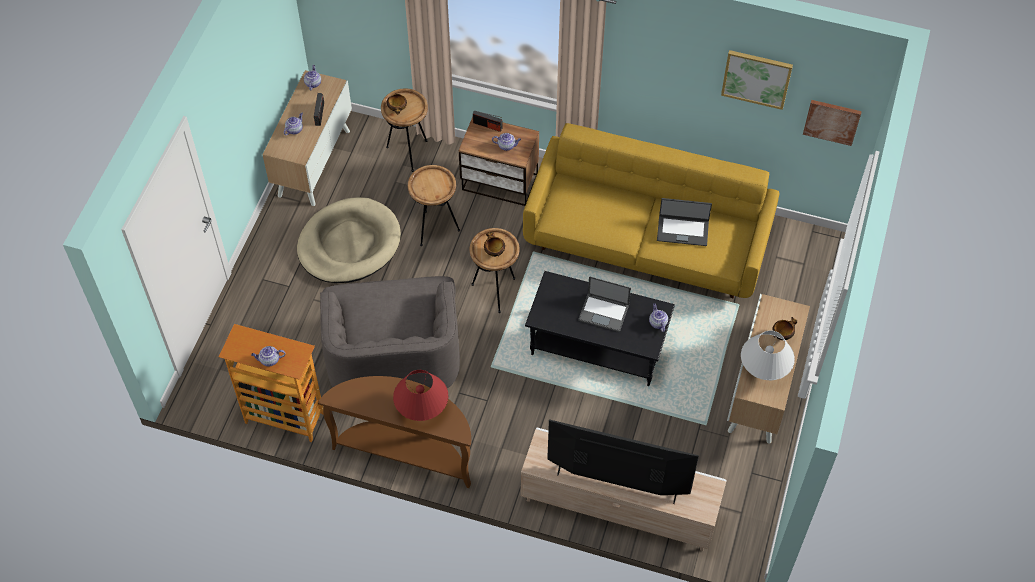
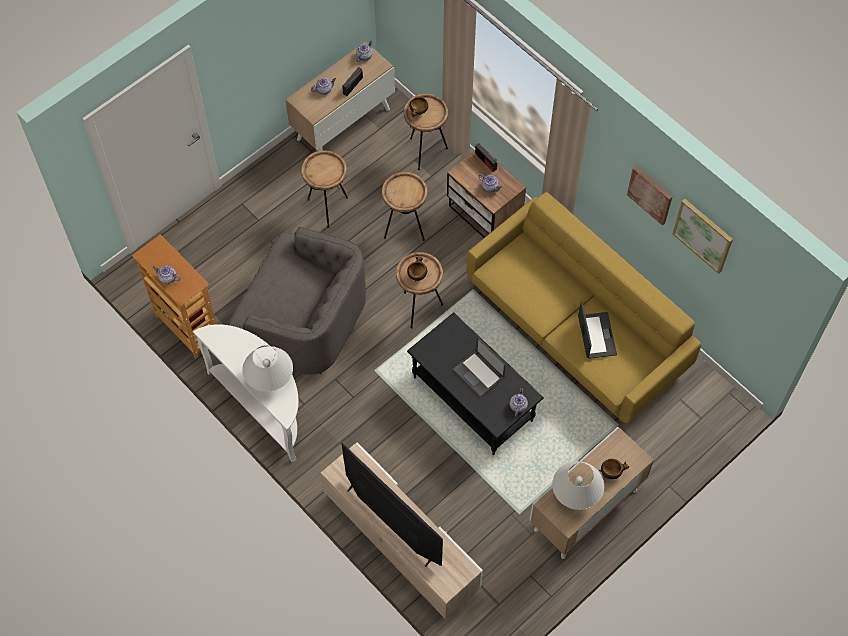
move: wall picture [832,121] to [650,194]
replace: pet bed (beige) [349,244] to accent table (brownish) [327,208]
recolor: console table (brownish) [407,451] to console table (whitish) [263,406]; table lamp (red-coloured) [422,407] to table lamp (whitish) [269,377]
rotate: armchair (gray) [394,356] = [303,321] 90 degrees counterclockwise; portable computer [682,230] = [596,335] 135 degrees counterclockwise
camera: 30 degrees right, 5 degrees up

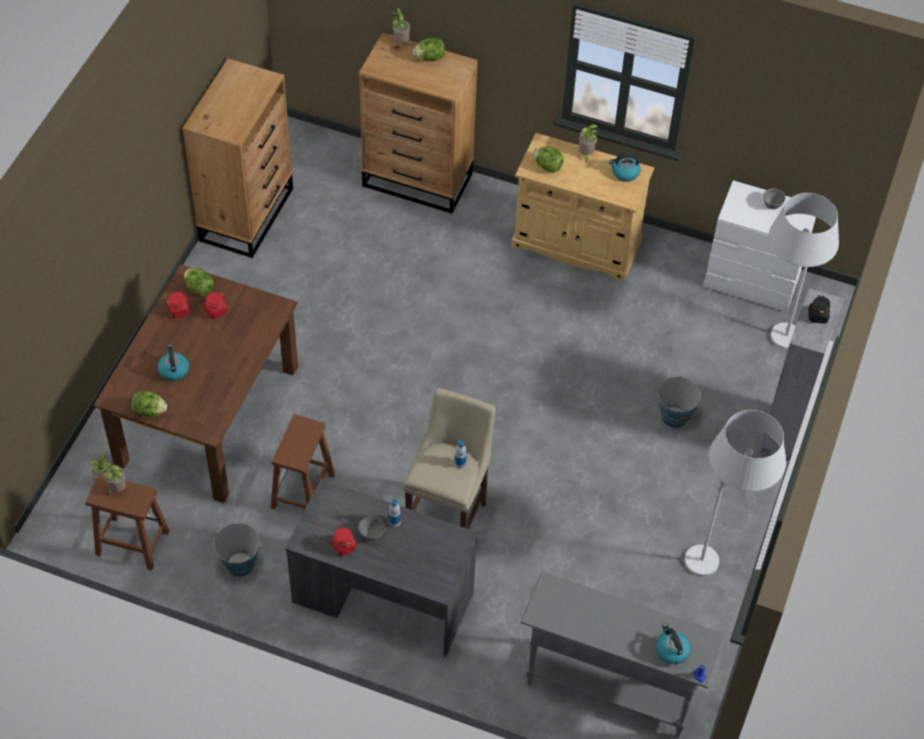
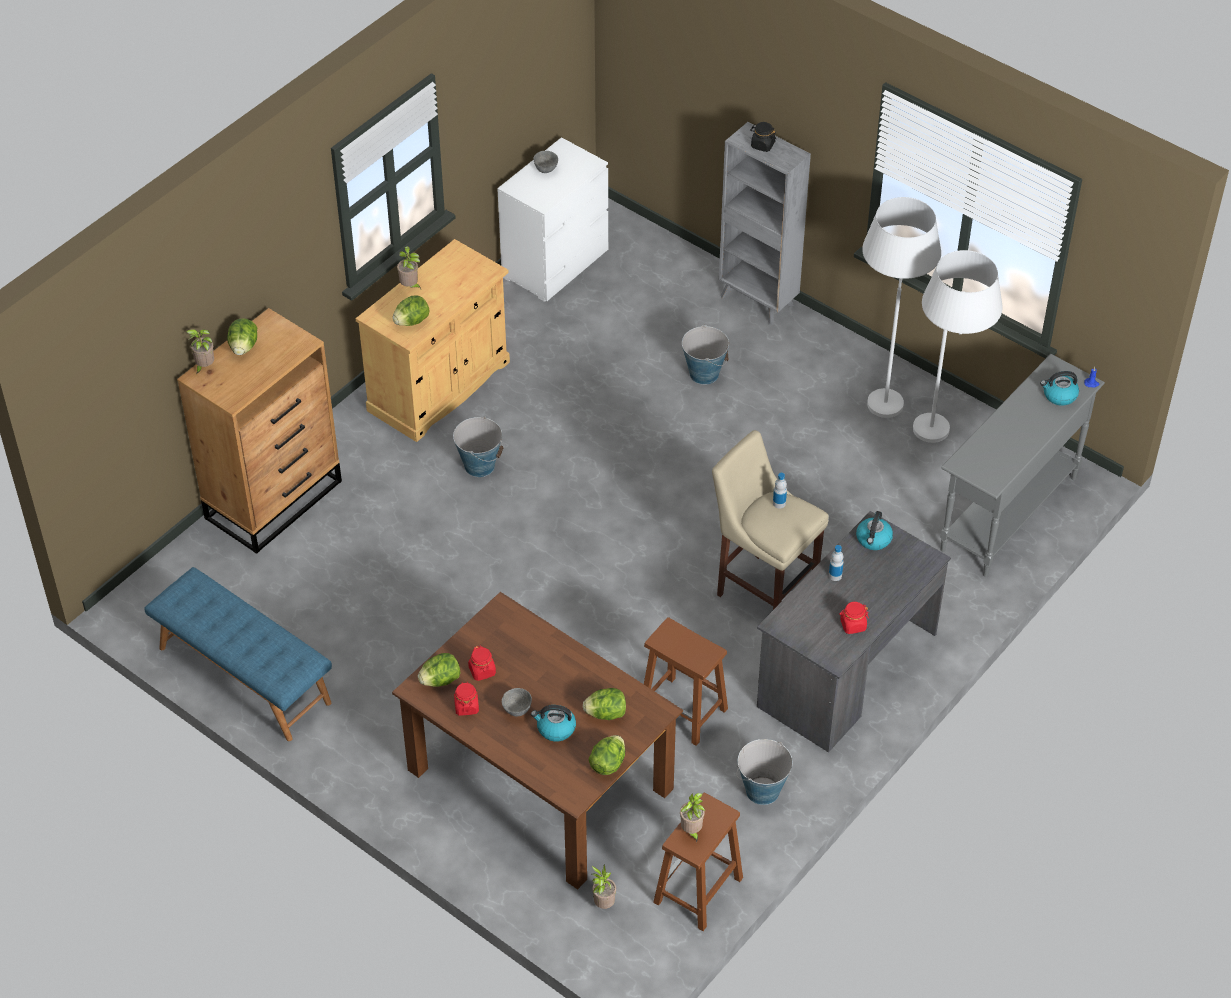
insert: bucket [479,465]; lettuce head [606,713]
move: deep dish (gray) [372,535] to [517,711]; kettle [624,173] to [873,540]; standing lamp (whitish) [774,346] to [941,443]
replace: drawer chest (brownish) [247,214] to long seat (blue) [243,676]
camera: 70 degrees left, 5 degrees down

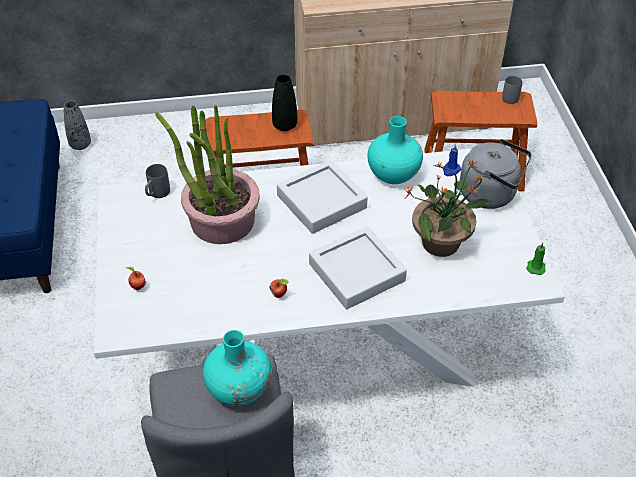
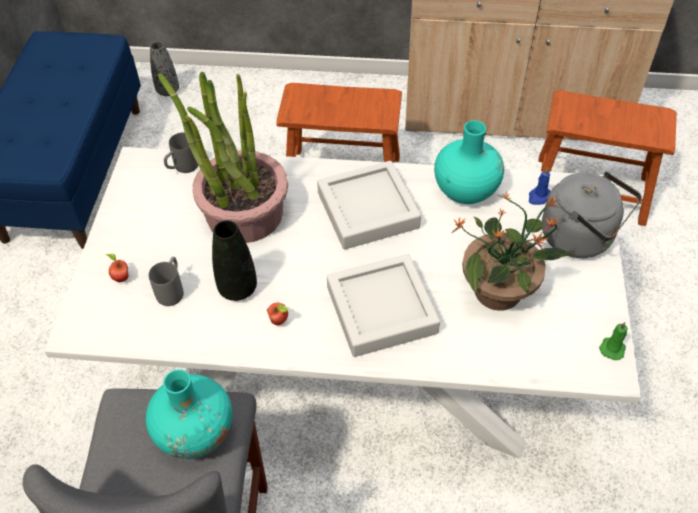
move: flower vase (black) [285,126] to [238,288]; mug (gray) [509,96] to [172,289]
camera: 15 degrees right, 5 degrees up

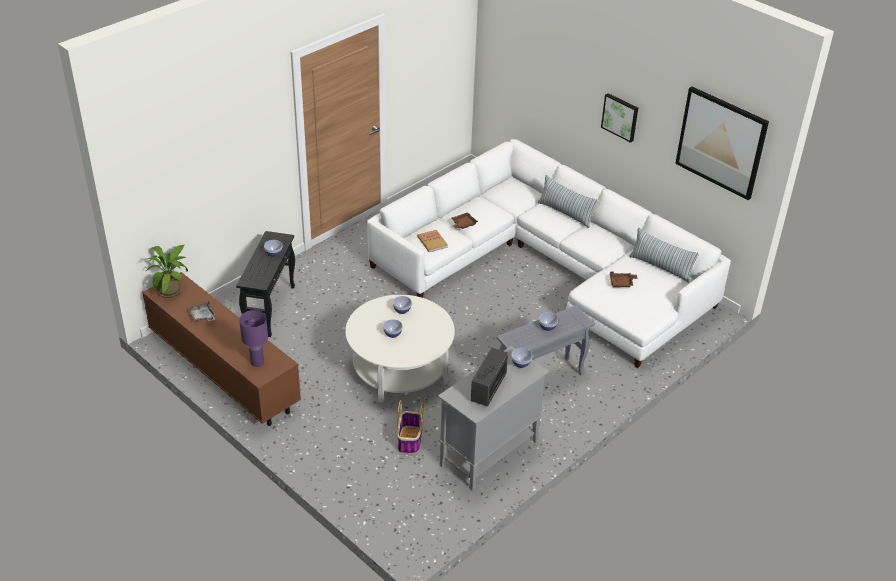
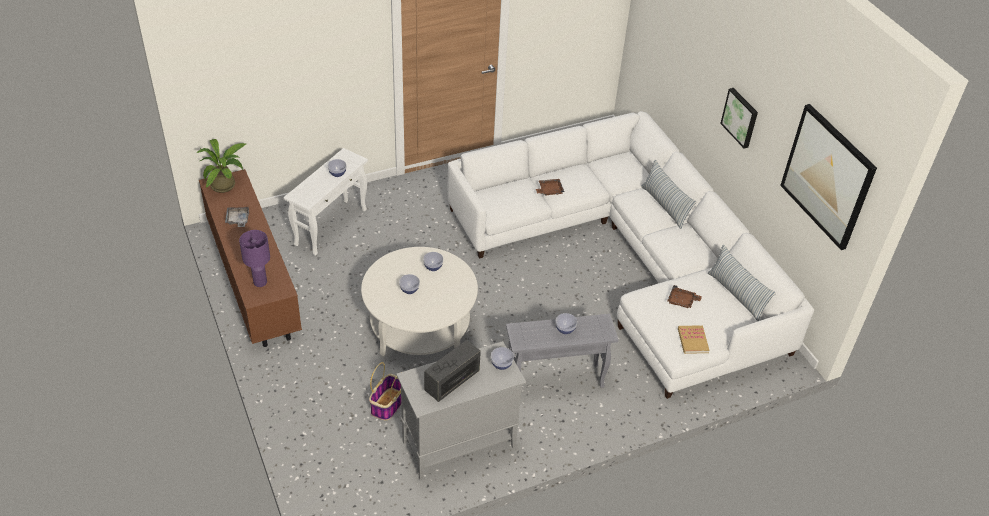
move: volume [432,242] to [692,340]
recolor: accent table (black) [270,309] to accent table (whitish) [331,227]
camera: 20 degrees right, 5 degrees up

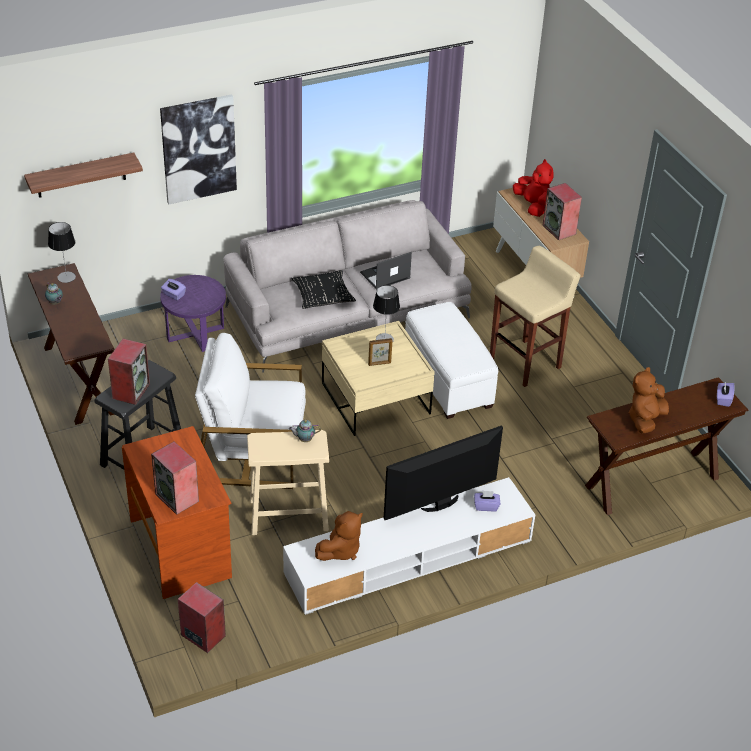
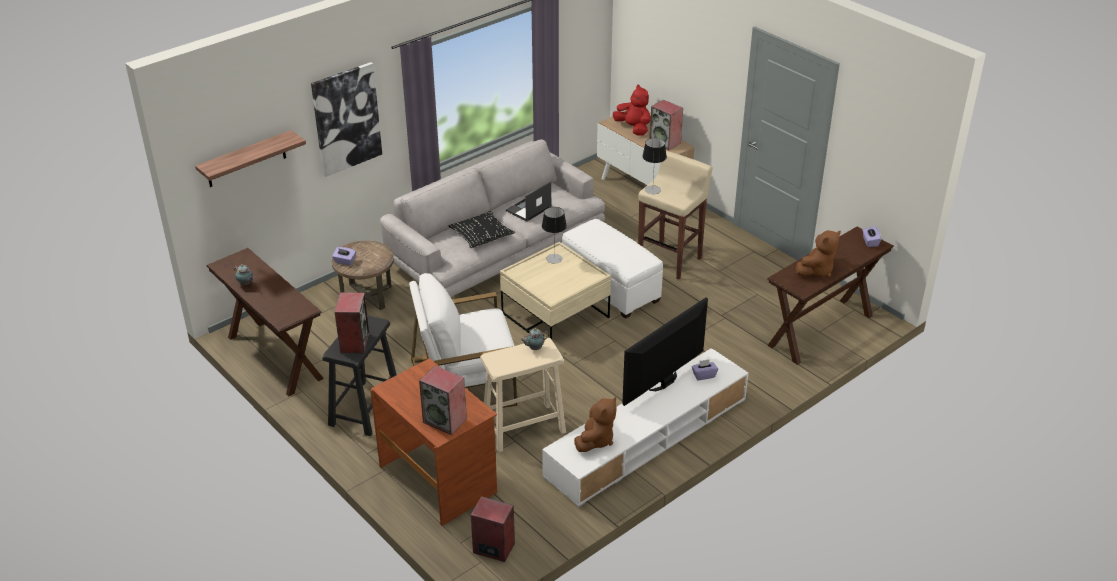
delete: photo frame [379,364]
move: table lamp [66,277] to [652,190]
recolor: accent table (purple) [195,333] to accent table (brownish) [367,296]
rotate: cuddly toy (brownish) [645,420] = [816,270] 150 degrees counterclockwise
camera: 15 degrees left, 5 degrees down

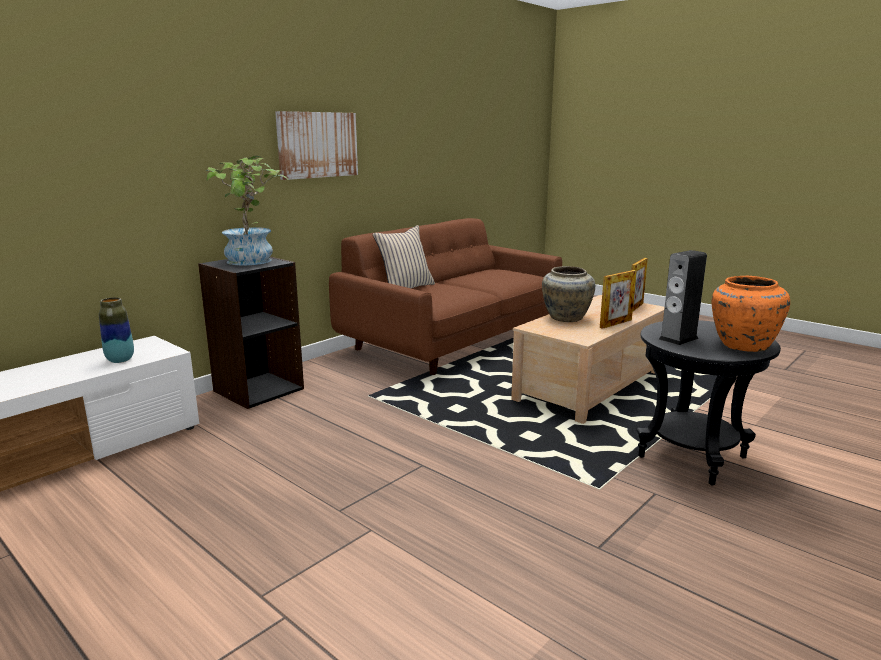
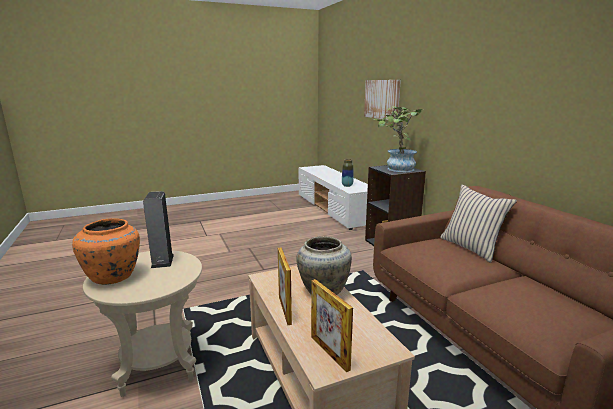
move: wall picture [317,145] to [382,99]
recolor: accent table (black) [692,457] to accent table (beige) [158,366]
camera: 115 degrees right, 0 degrees up

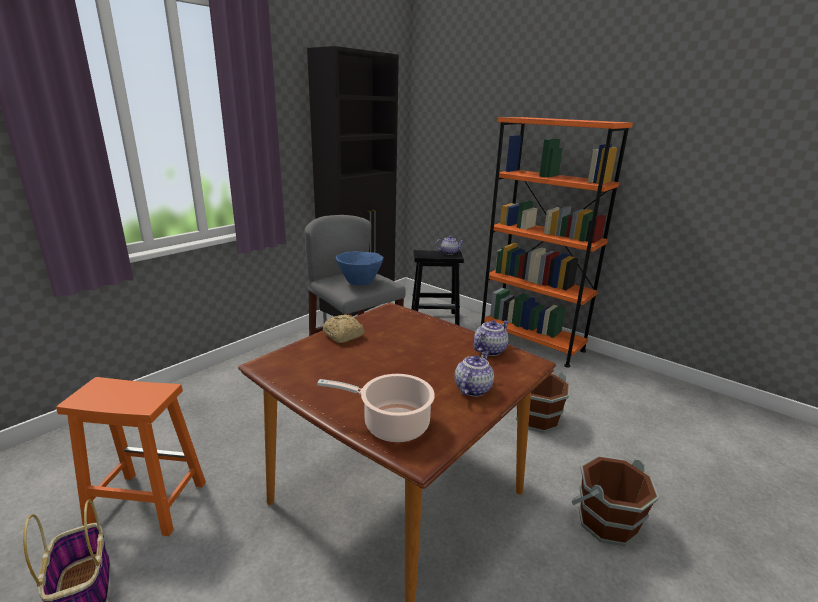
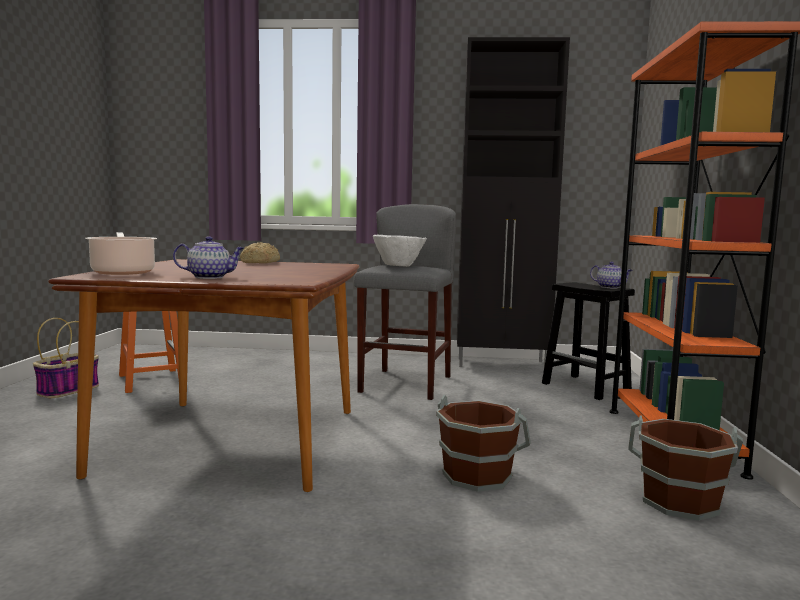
delete: pot for tea [490,350]
move: bucket (brownish) [606,521] to [678,501]
recolor: deep dish (blue) [359,282] to deep dish (whitish) [399,266]
camera: 55 degrees right, 15 degrees down

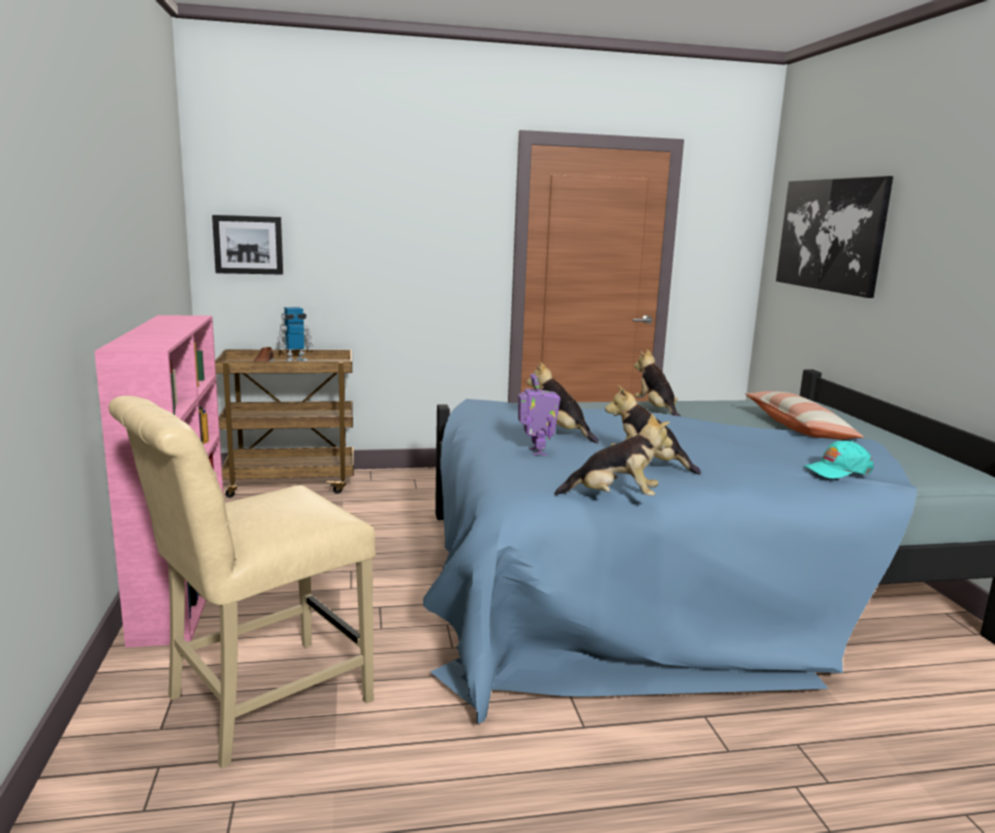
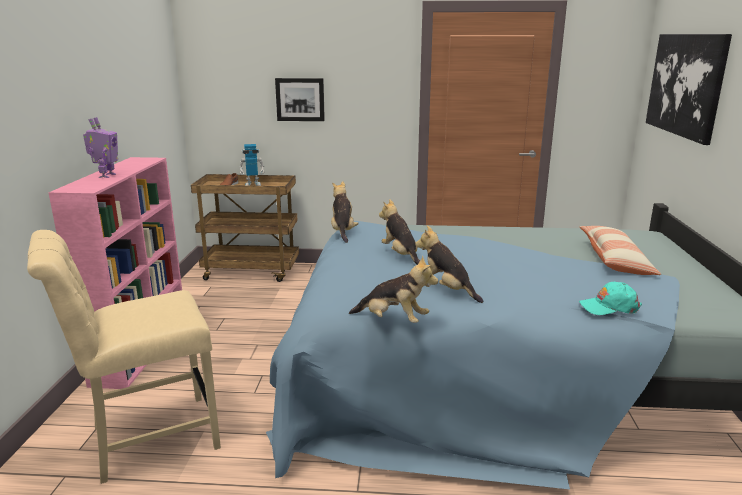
move: wall picture [248,244] to [300,99]; model robot [536,452] to [106,176]; cuddly toy [656,410] to [343,232]
camera: 15 degrees right, 5 degrees up

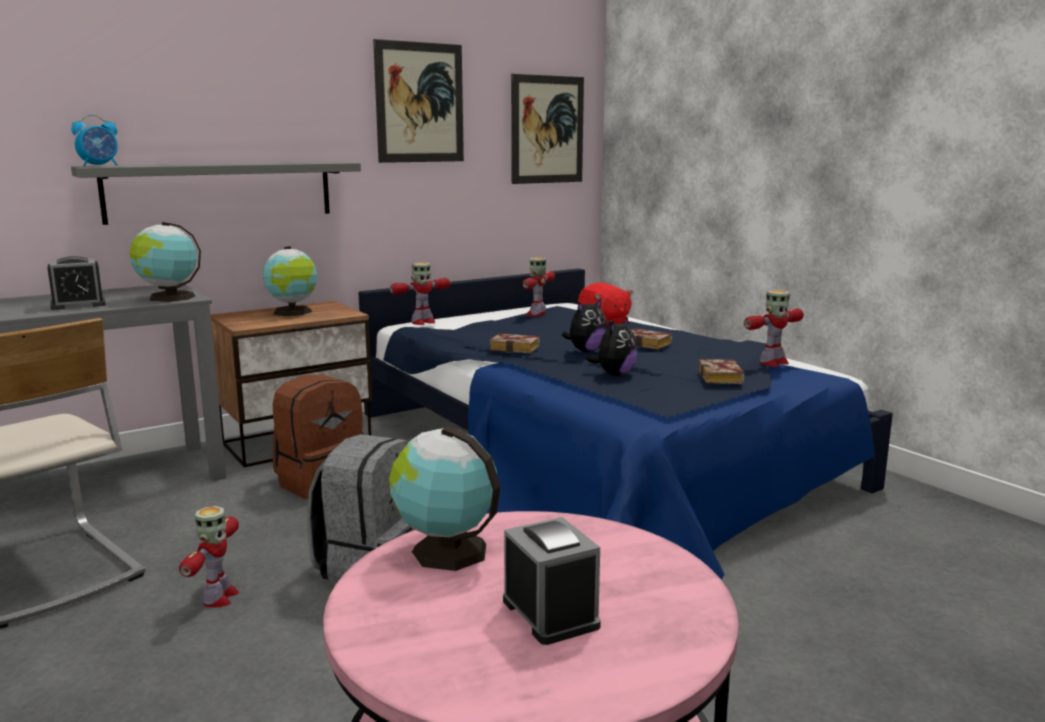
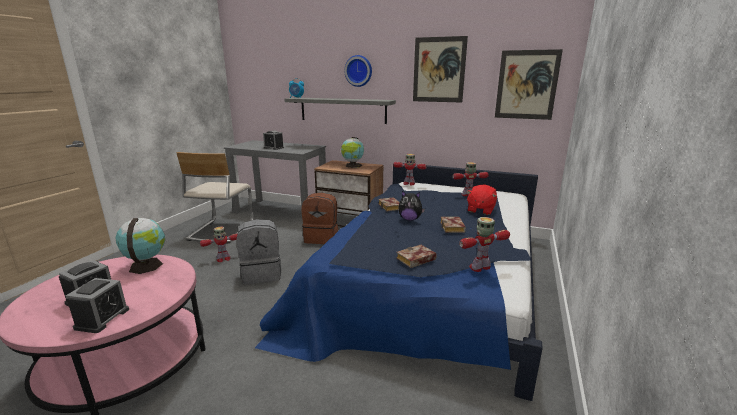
delete: desk globe [168,298]; cuddly toy [614,374]
insert: alarm clock [102,318]; wall clock [359,71]
rotate: model robot [773,363] = [480,267] 135 degrees clockwise
camera: 55 degrees right, 5 degrees up

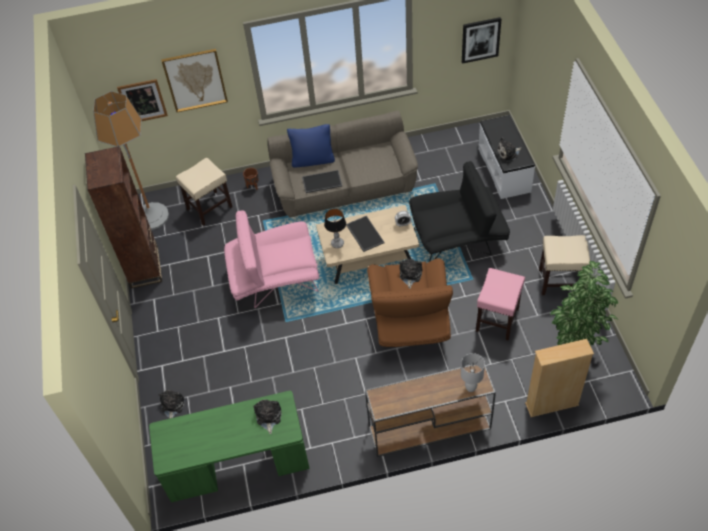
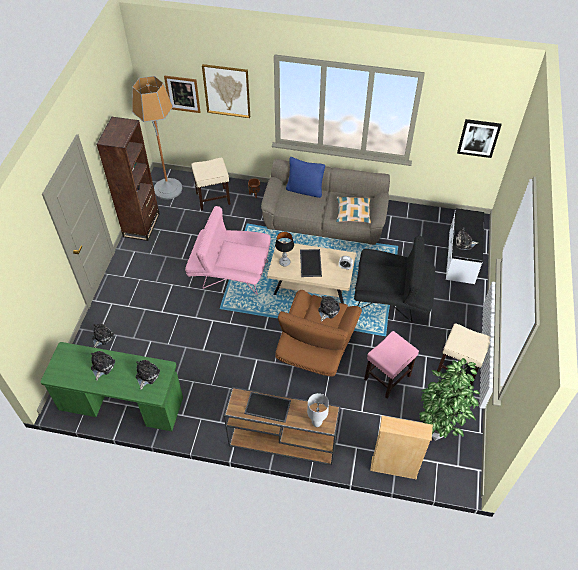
insert: cuddly toy [102,366]; throw pillow [353,213]
move: carrying tray [321,182] to [267,407]
camera: 20 degrees right, 0 degrees up

